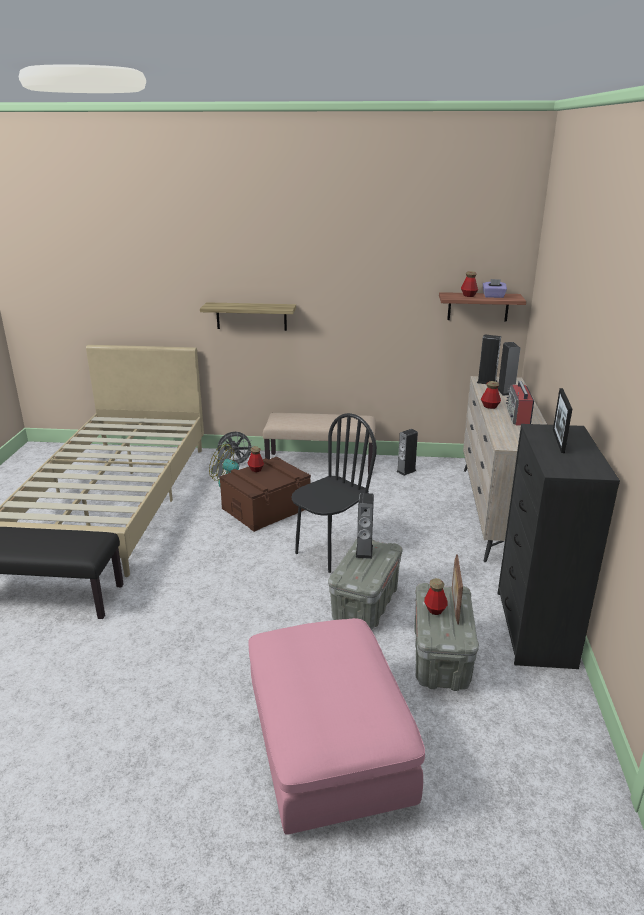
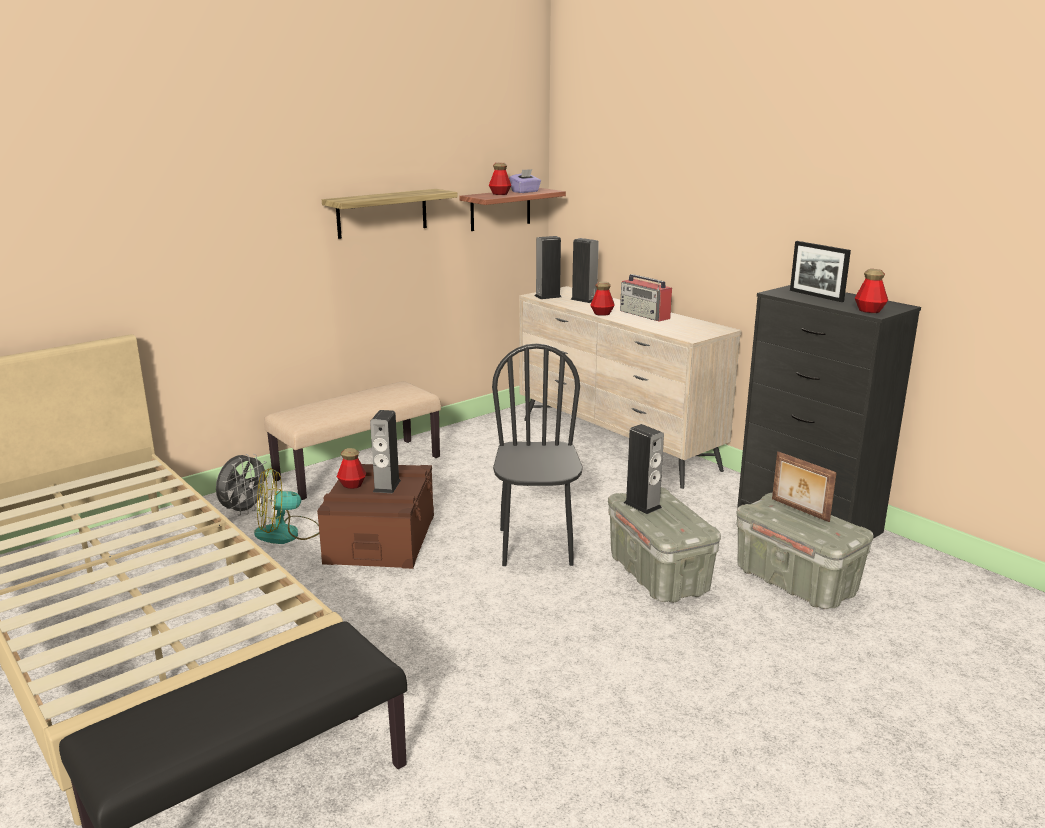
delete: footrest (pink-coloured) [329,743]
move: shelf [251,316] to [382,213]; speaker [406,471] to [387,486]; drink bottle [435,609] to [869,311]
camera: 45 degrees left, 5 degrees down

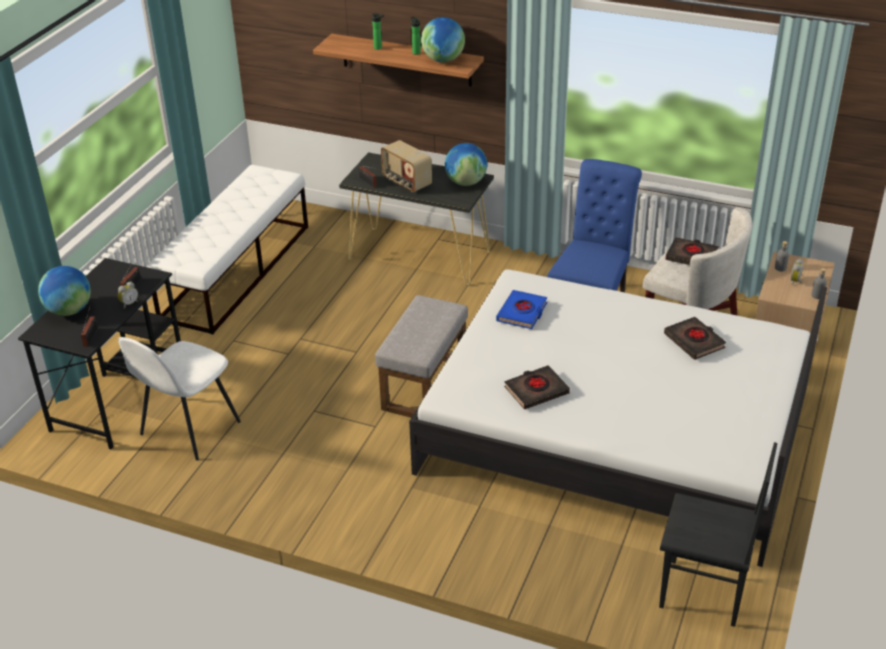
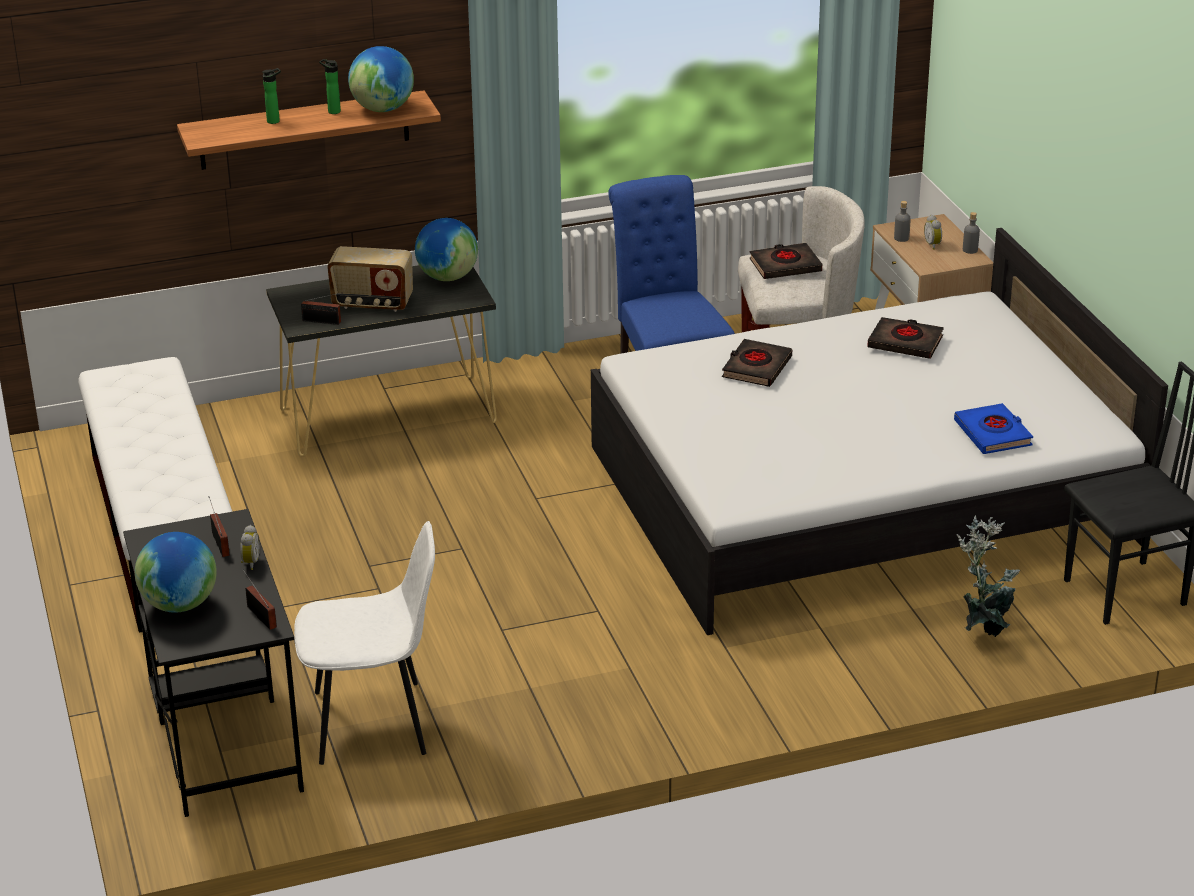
delete: footrest (gray) [425,386]
insert: potted plant [984,629]
move: volume (blue) [522,313] to [993,434]; volume (black) [536,391] to [756,368]
rotate: upright chair (whitish) [188,429] = [374,723] 90 degrees counterclockwise
camera: 40 degrees left, 5 degrees down

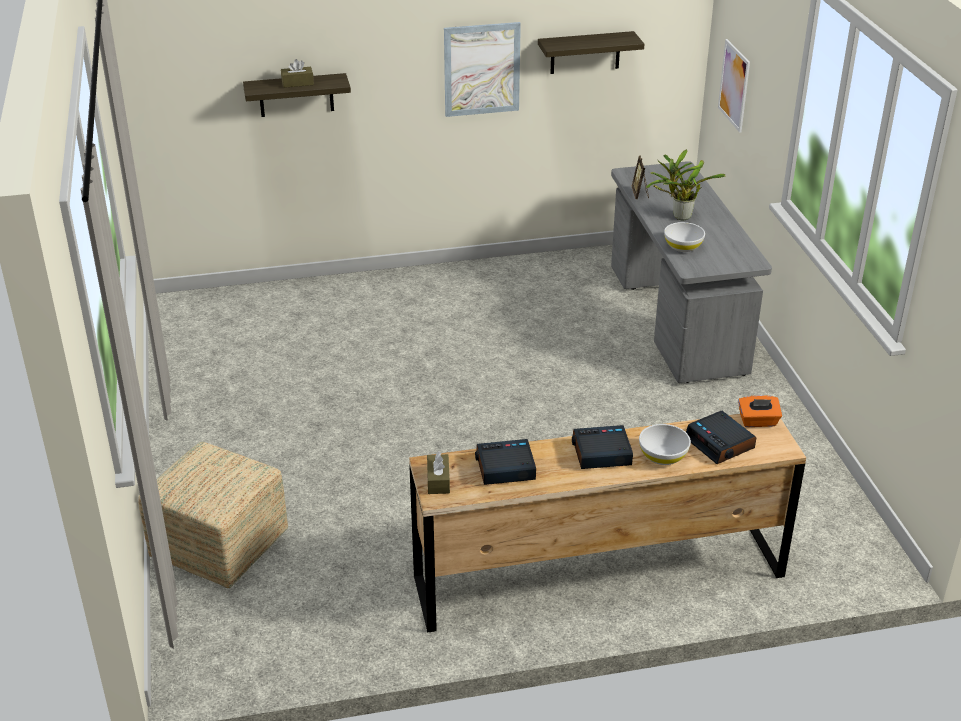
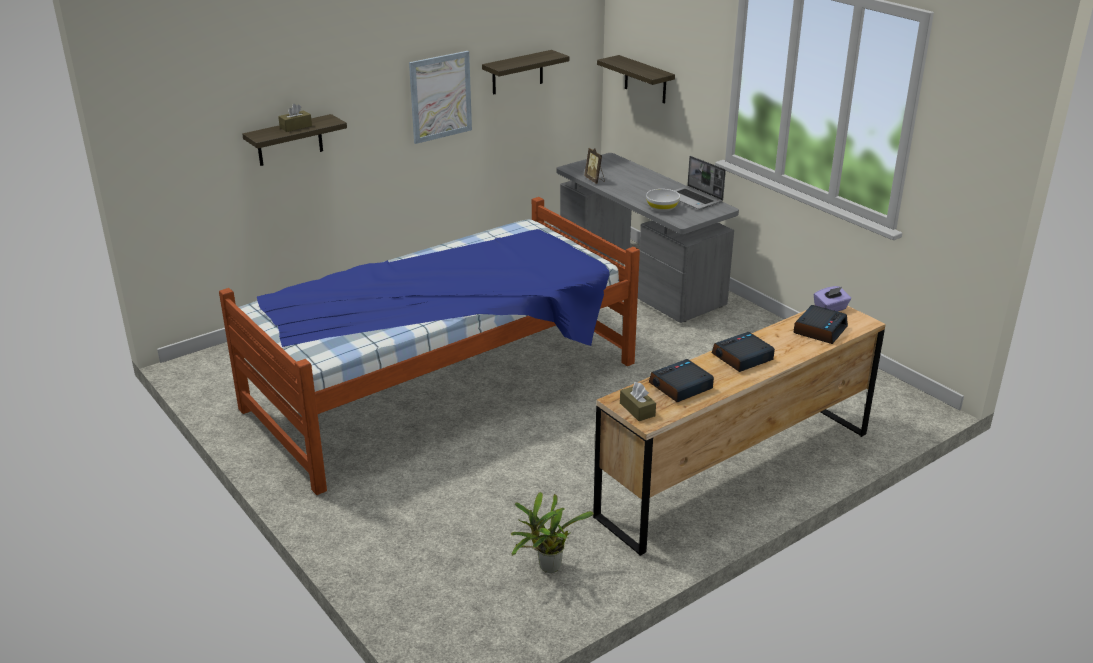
delete: footrest [221,546]; deep dish (whitish) [663,456]
insert: bed [444,387]; portable computer [694,199]
move: potted plant [679,217] to [546,568]
replace: wall picture [734,85] to shelf [645,80]
recolor: tissue box (orange) [758,421] to tissue box (purple) [830,309]
rotate: alarm clock [720,444] = [819,330] 90 degrees counterclockwise
camera: 25 degrees left, 5 degrees down

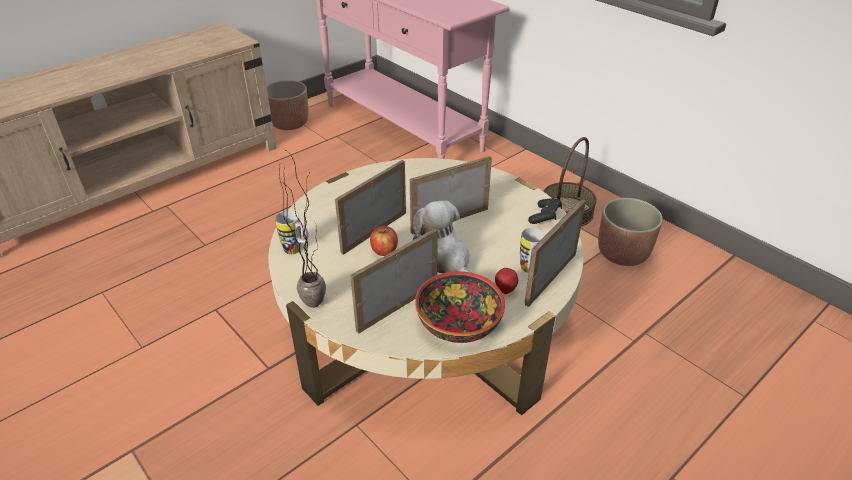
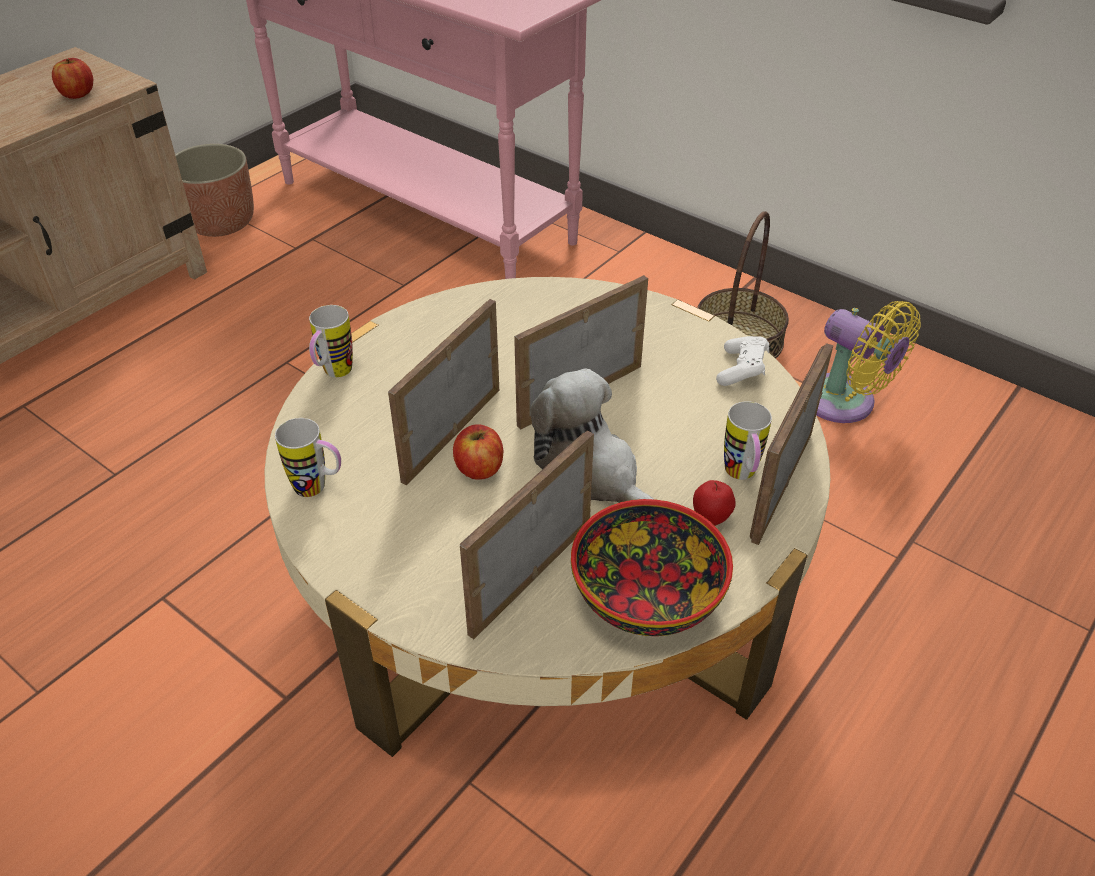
delete: potted plant [313,297]
insert: whole apple [77,94]; mug [333,374]
replace: planter [622,253] to electric fan (yellowish) [845,403]
recolor: gamepad (black) [545,217] to gamepad (whitish) [742,370]
camera: 10 degrees left, 5 degrees up

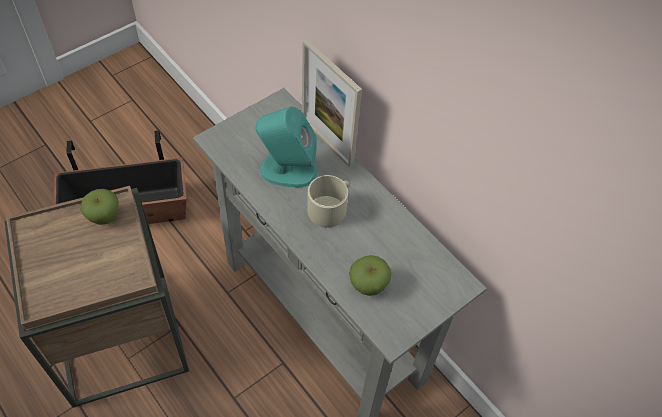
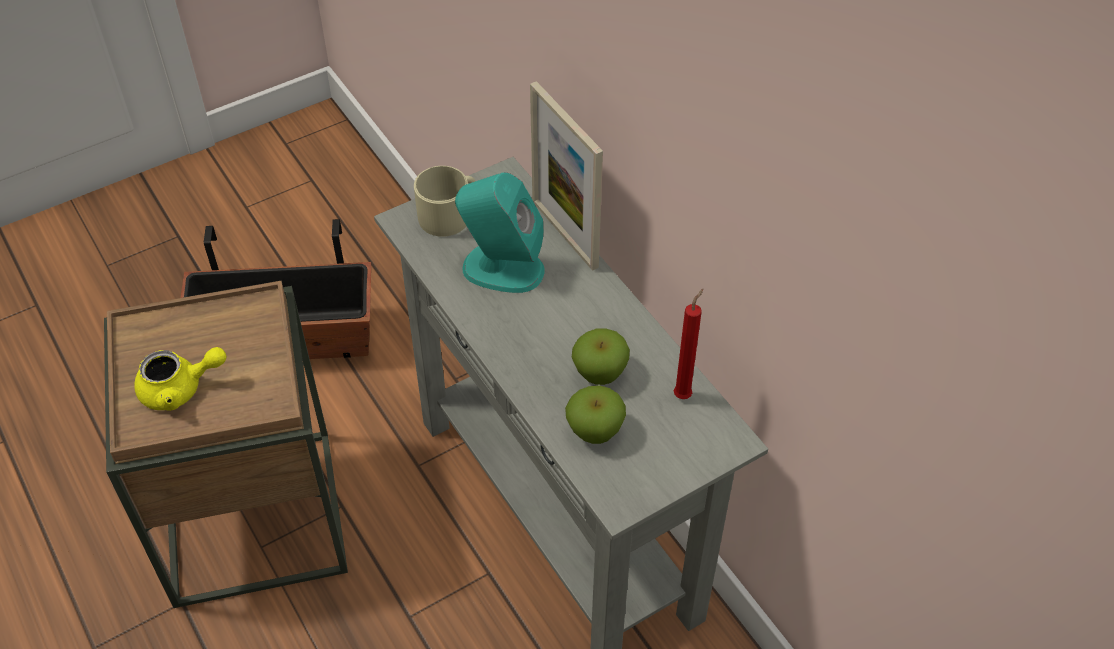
insert: pot for tea (yellowish) [180,389]; wax candle (red-coloured) [684,394]
move: whole apple [104,217] to [600,374]; mug (beige) [330,208] to [449,214]
camera: 10 degrees right, 5 degrees down

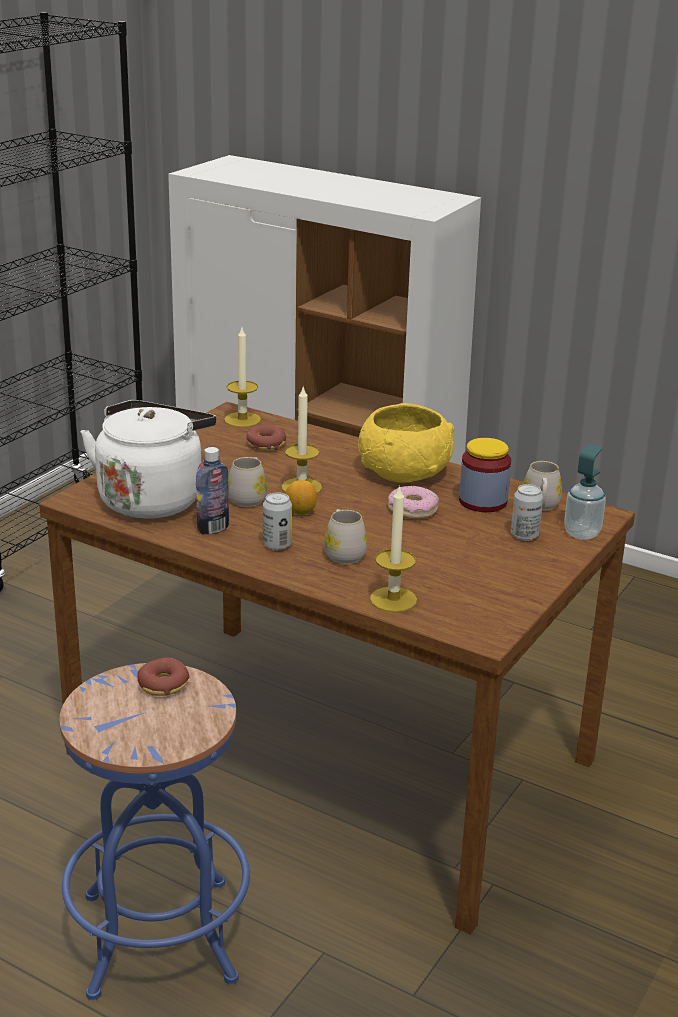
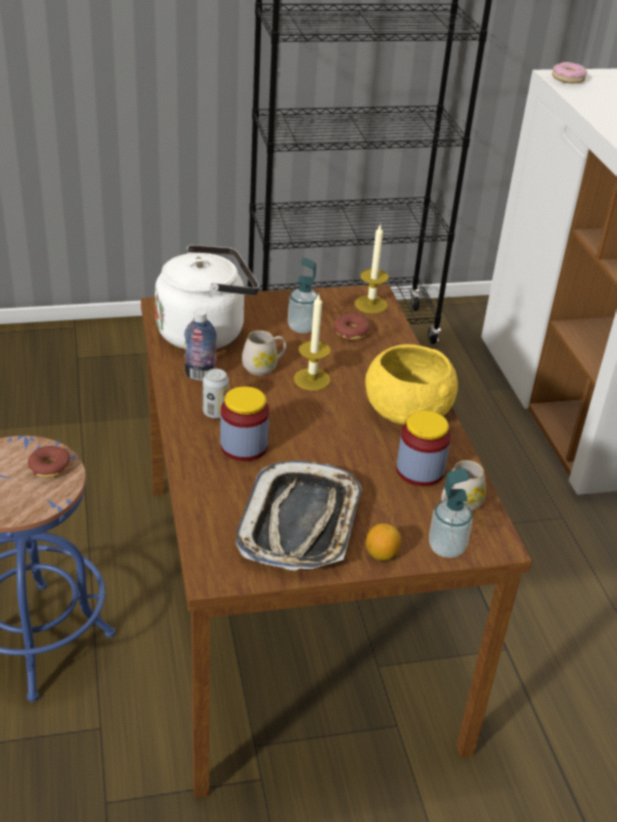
delete: wax candle [393,599]; metal can [524,535]
insert: carrying tray [301,523]; liquid soap bottle [302,327]
move: lemon [300,512] to [381,554]; doughnut [412,510] to [568,78]
replace: mug (whitish) [343,553] to storage jar [244,446]
camera: 45 degrees right, 10 degrees up

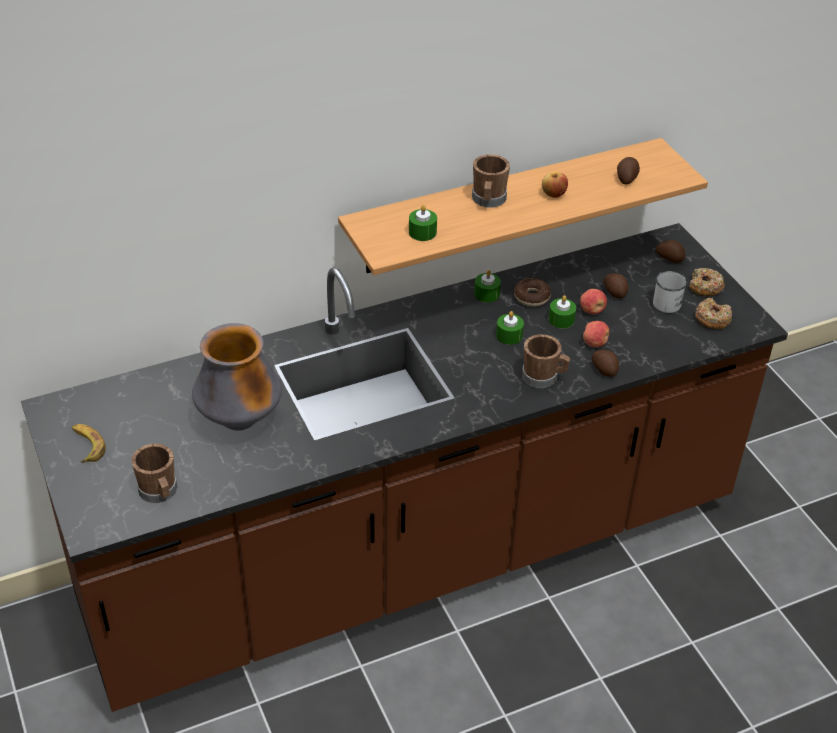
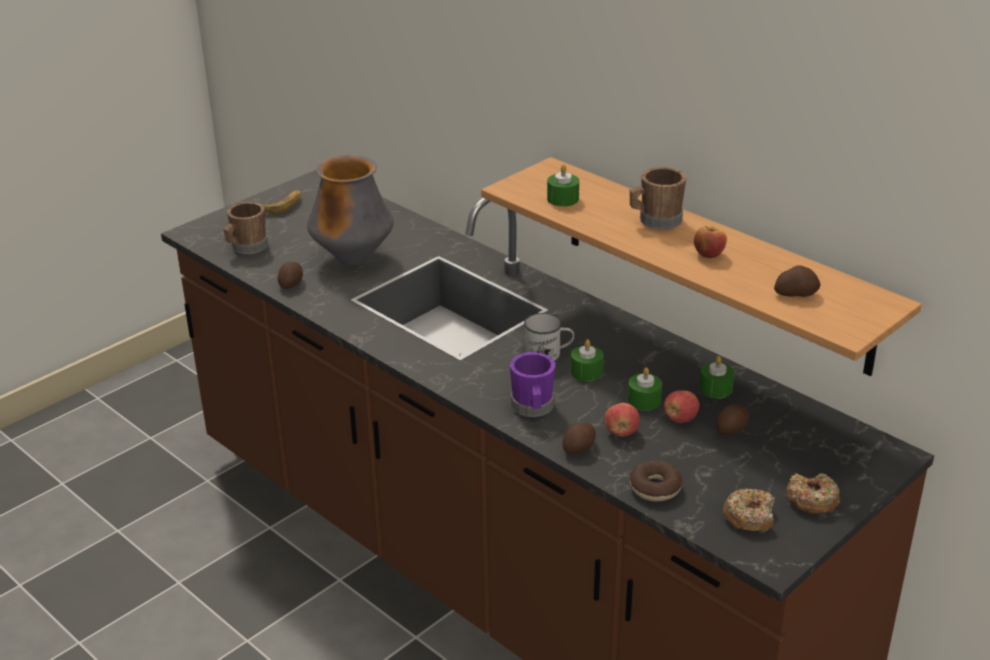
move: wax candle (green) [487,294] to [715,389]; doughnut [531,297] to [655,488]; mug (whitish) [668,301] to [548,354]; spud [669,257] to [292,283]
recolor: mug (brownish) [543,377] to mug (purple) [533,408]
camera: 70 degrees right, 10 degrees down

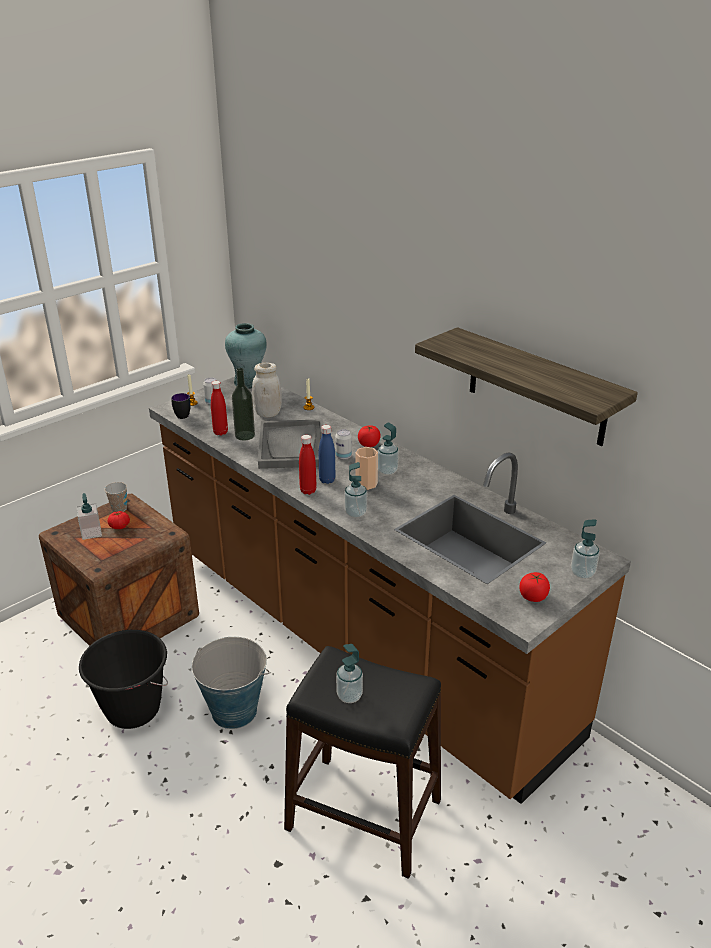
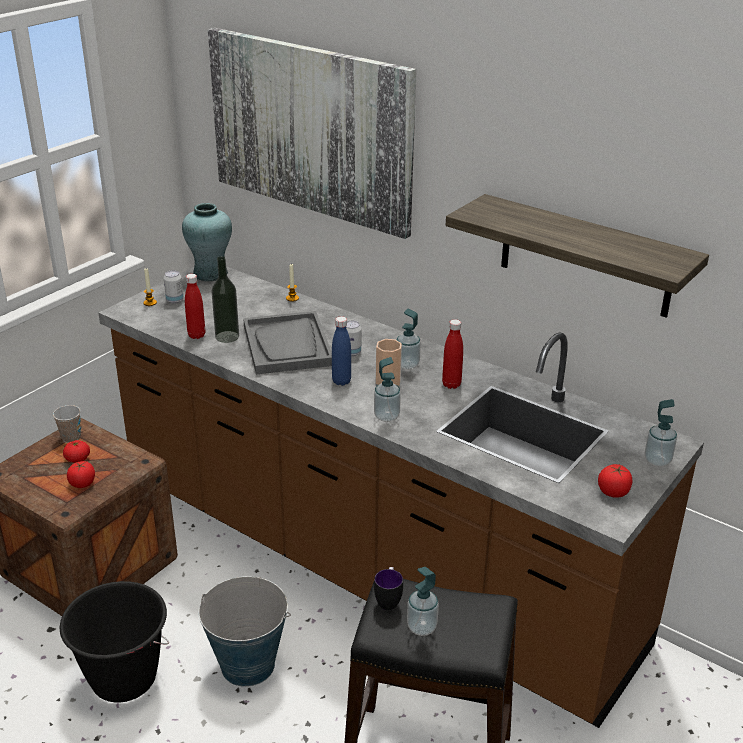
delete: liquid soap bottle [91,532]; storage jar (whitish) [268,413]
insert: wall picture [310,129]
move: mug [184,414] to [388,600]; drink bottle (red-coloured) [308,491] to [451,384]; whole tomato [369,444] to [82,483]
camera: 10 degrees left, 0 degrees up

